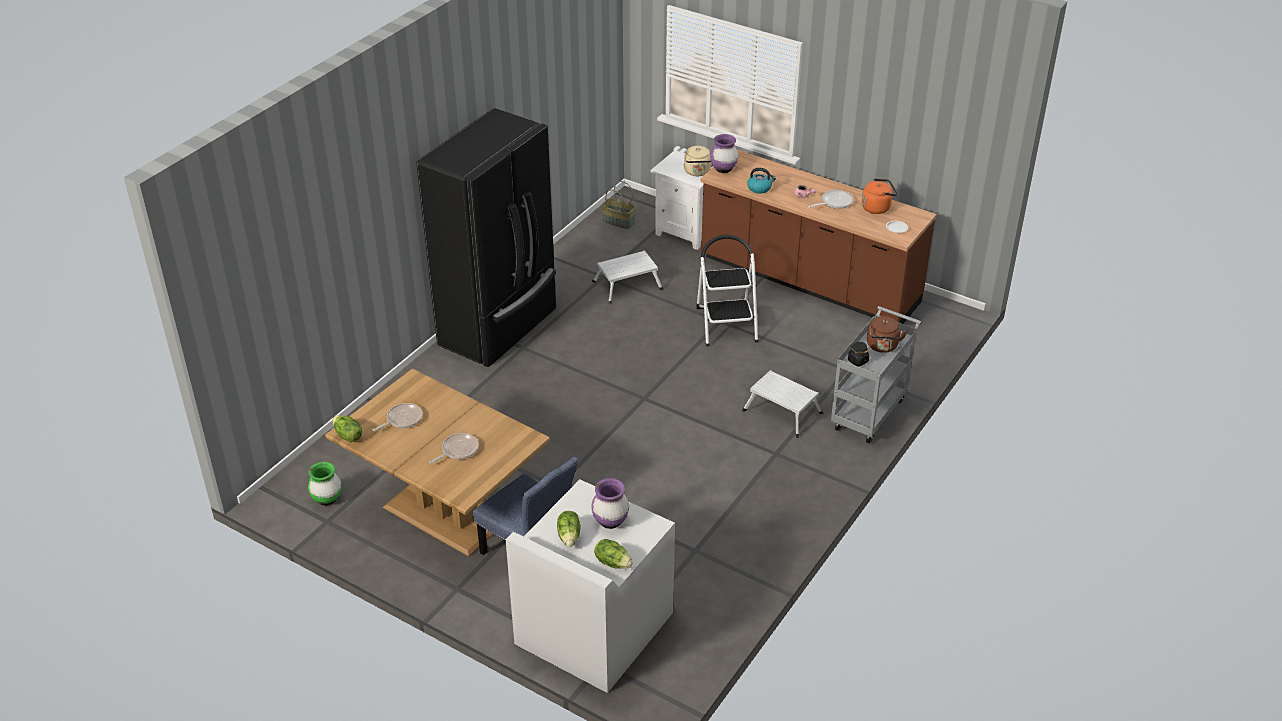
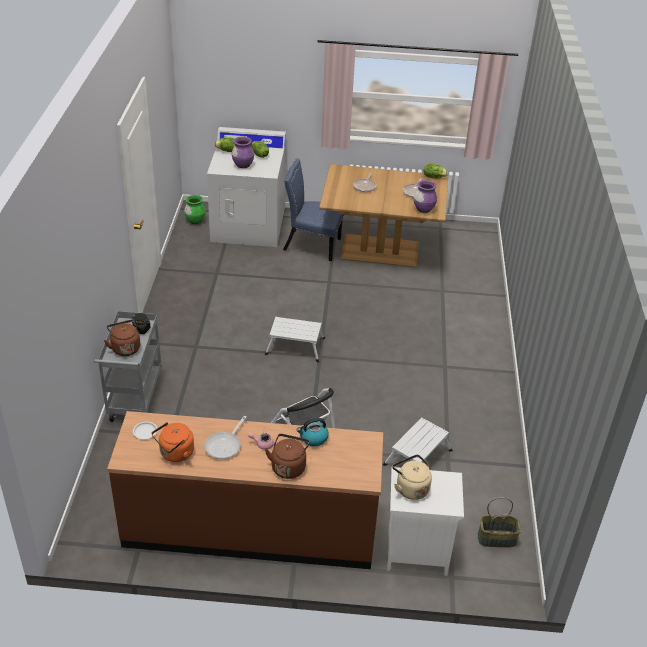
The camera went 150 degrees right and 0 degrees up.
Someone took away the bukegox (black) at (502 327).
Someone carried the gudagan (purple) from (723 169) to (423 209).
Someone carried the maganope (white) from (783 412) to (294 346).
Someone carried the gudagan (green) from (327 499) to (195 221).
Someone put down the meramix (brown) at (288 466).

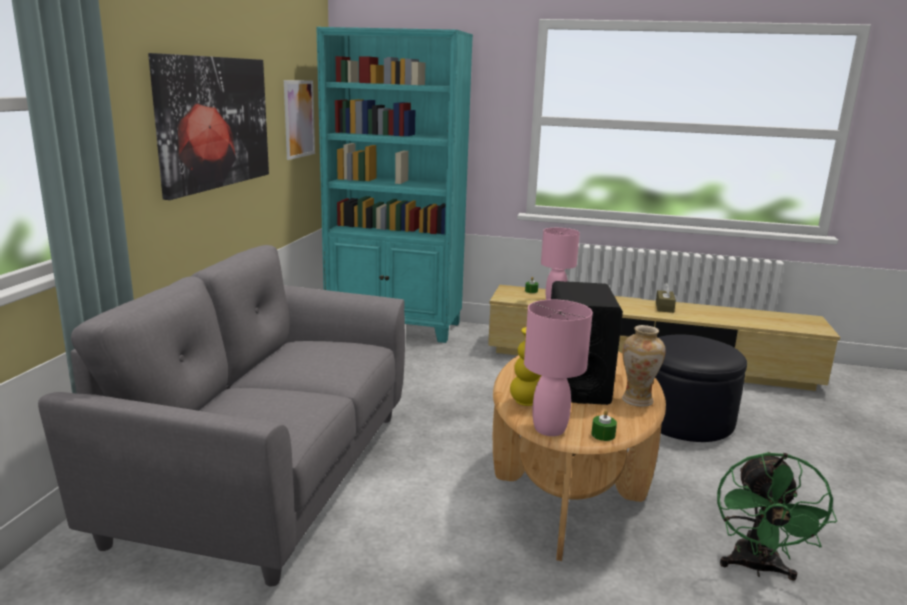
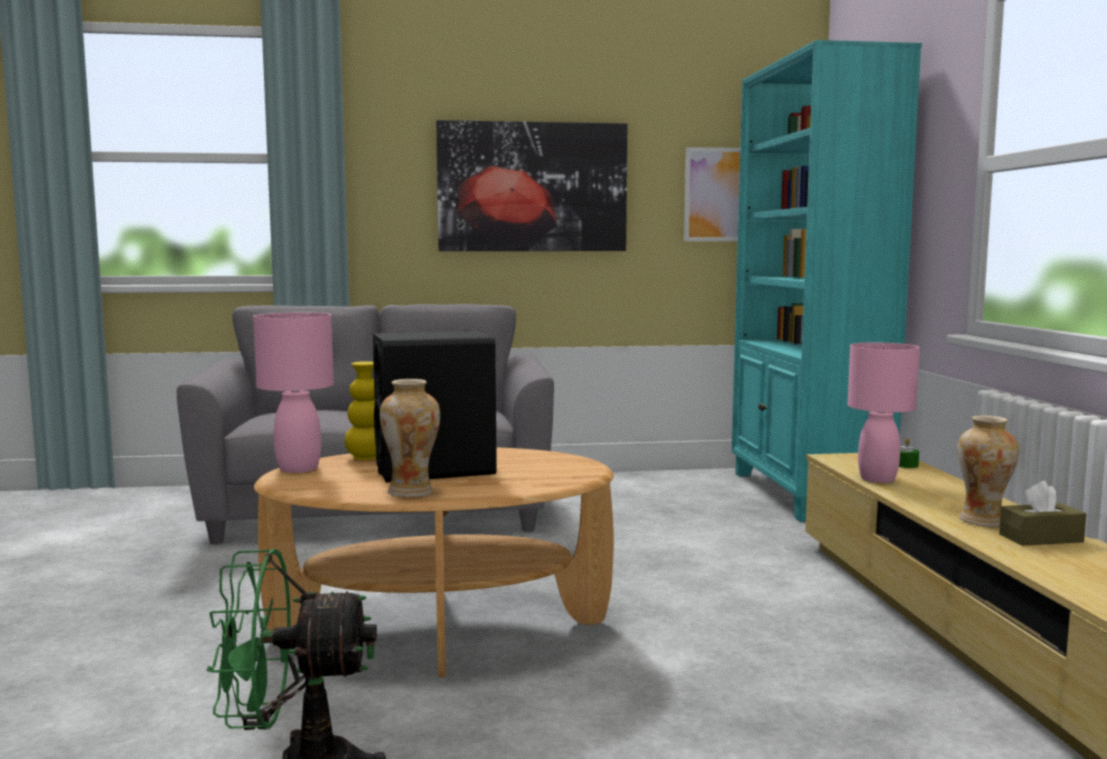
The camera went 70 degrees right and 10 degrees down.
Someone took away the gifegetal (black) at (684 419).
Someone took away the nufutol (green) at (603 435).
Someone put down the gudagan at (982 521).

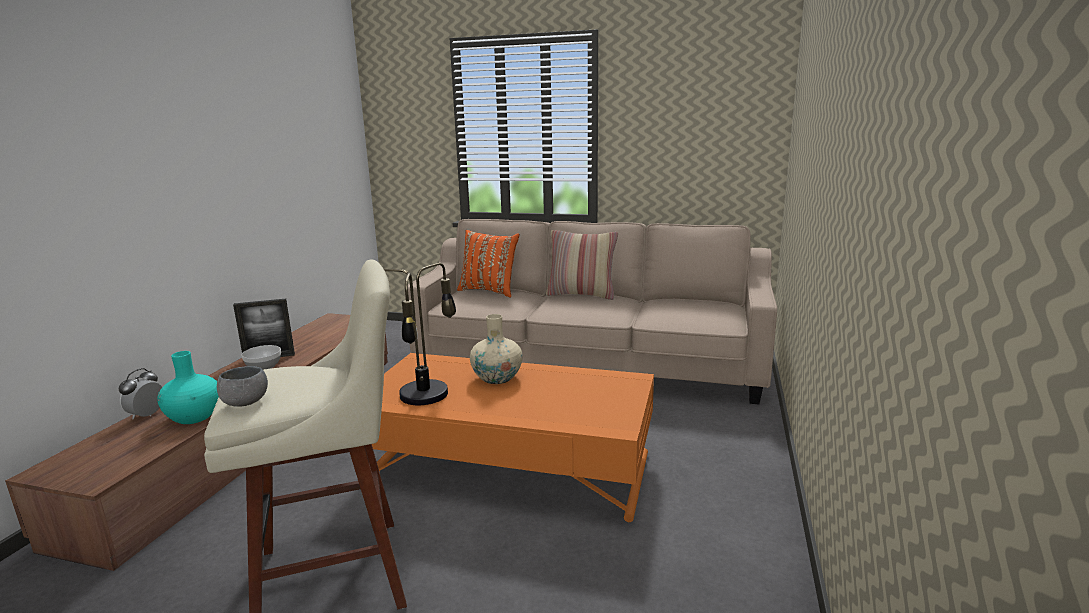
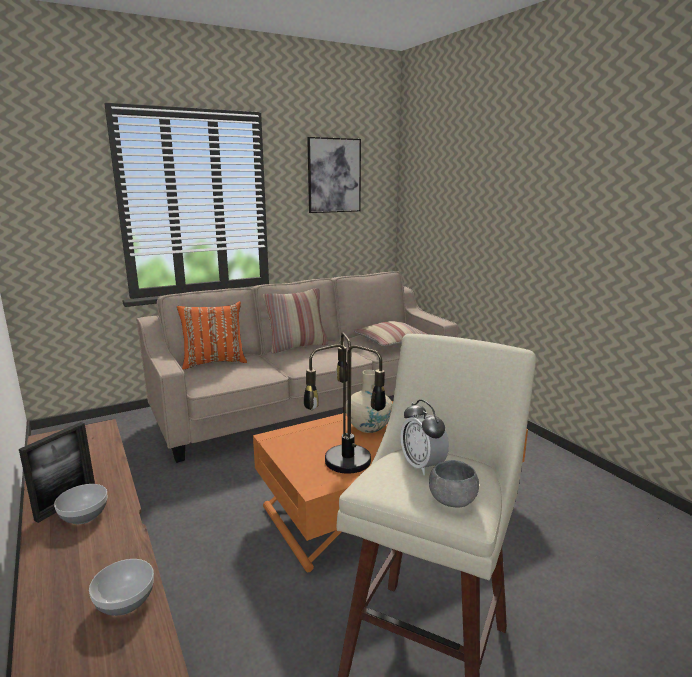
The camera went 45 degrees left and 0 degrees up.
Someone swapped the gudagan (turquoise) at (194 417) for the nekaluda at (125 602).
Someone carried the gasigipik from (146 415) to (422 466).
Someone put up the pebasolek at (334 175).
Someone put down the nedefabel at (391 342).

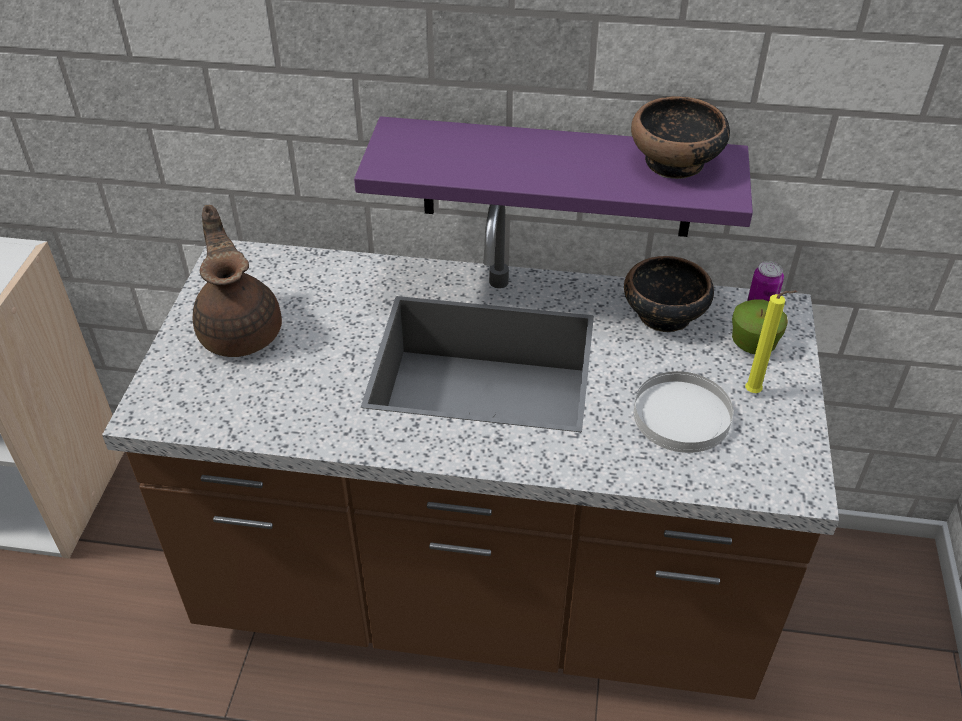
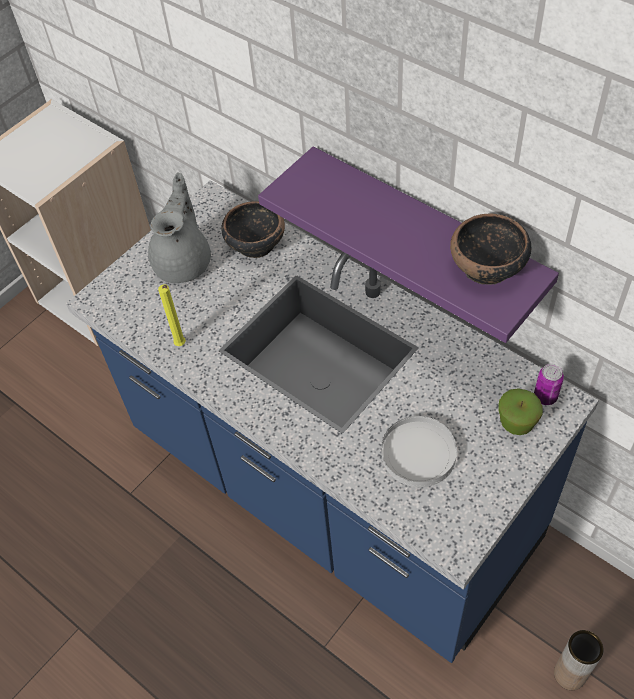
The camera went 35 degrees right and 10 degrees up.
Someone repainted the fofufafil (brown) at (481 589), which became the fofufafil (blue) at (330 489).
Someone repainted the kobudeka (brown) at (241 331), which became the kobudeka (grey) at (184 262).
Someone carried the nekaluda from (663 315) to (255 244).
Someone carried the nufutol (yellow) from (755 393) to (181 345).
Someone put down the gudagan (brown) at (569 674).

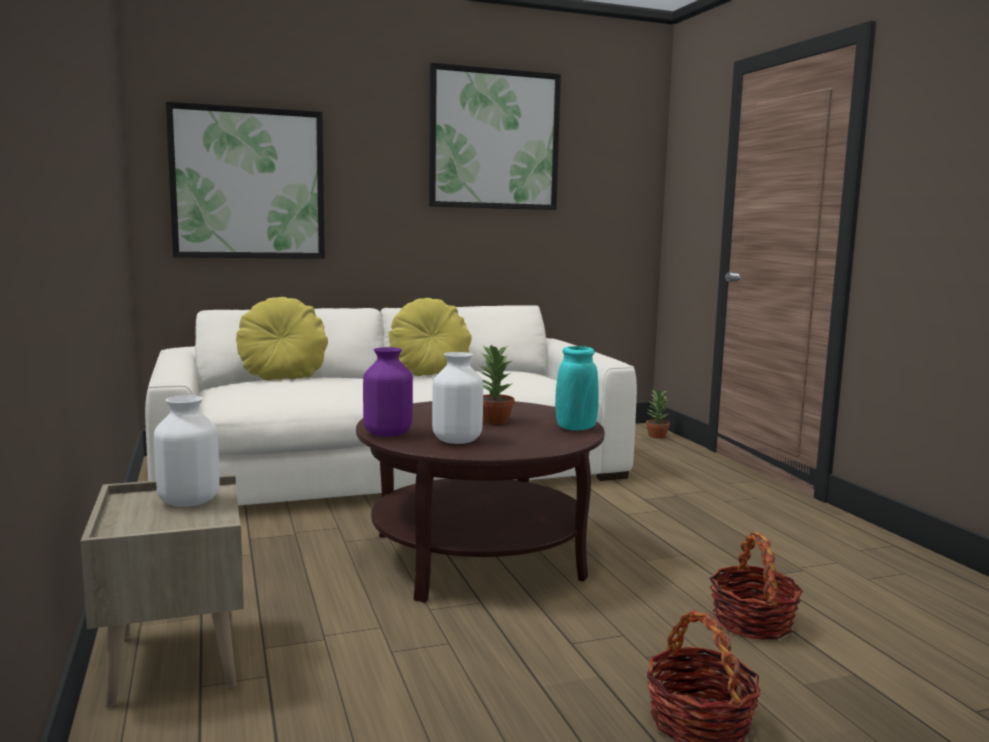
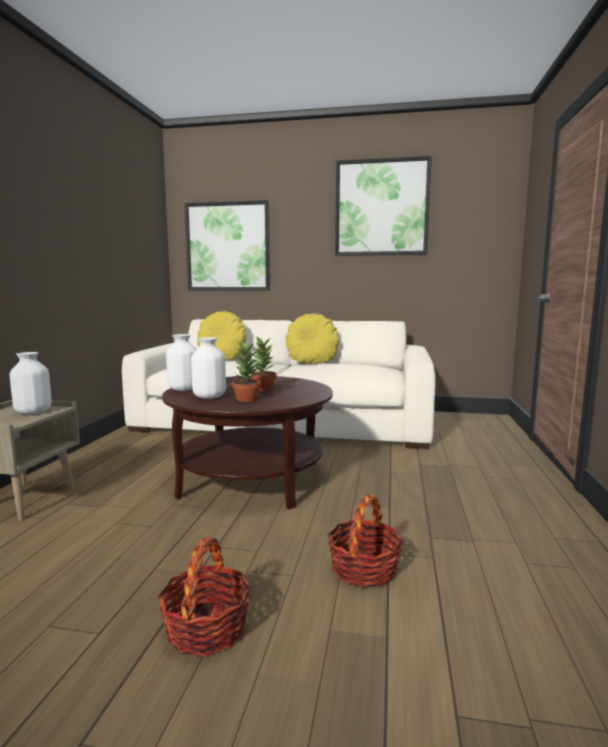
The camera went 30 degrees right and 0 degrees up.
Someone took away the gudagan (turquoise) at (575 428).
Someone repainted the gudagan (purple) at (388 434), which became the gudagan (white) at (183 389).
Someone carried the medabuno from (656 436) to (246 399).

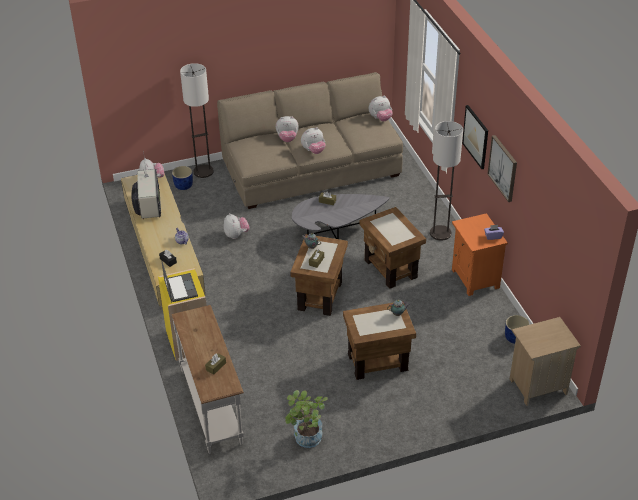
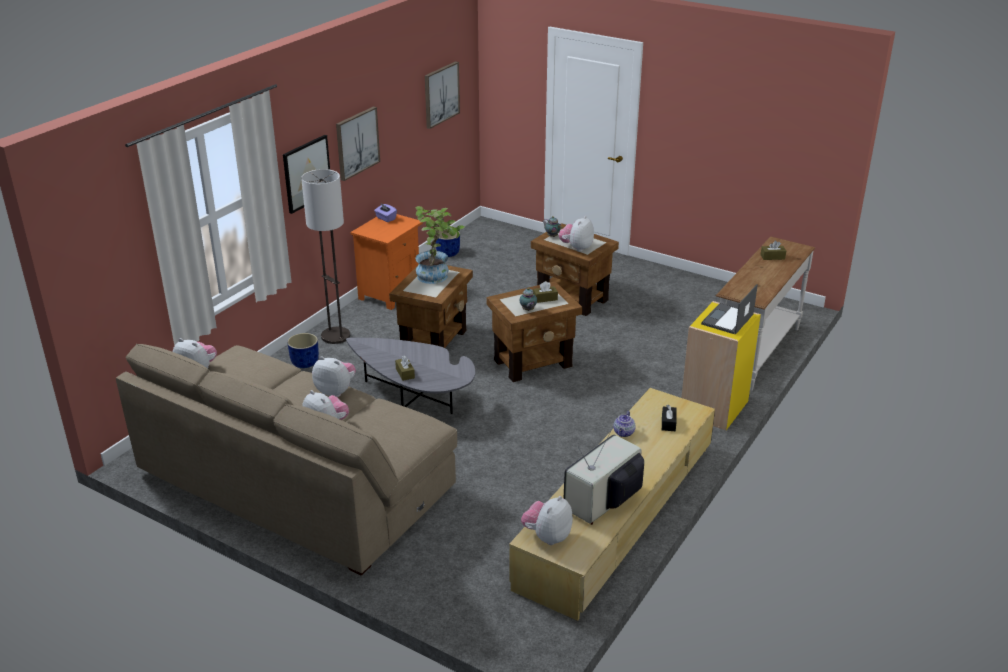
The camera went 130 degrees left and 10 degrees down.
Someone took away the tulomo at (203 171).
Someone carried the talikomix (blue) from (183 185) to (305 363).
Someone carried the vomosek from (236 235) to (576 248).
Someone took away the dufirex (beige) at (536 385).
Someone carried the medabuno from (306 440) to (437 276).
Someone put up the pebasolek at (441 94).

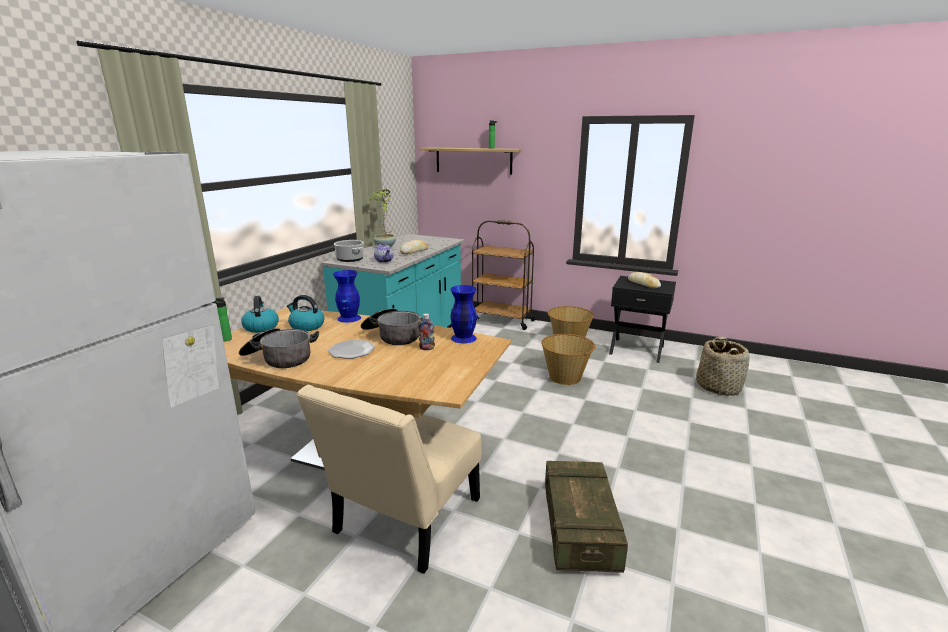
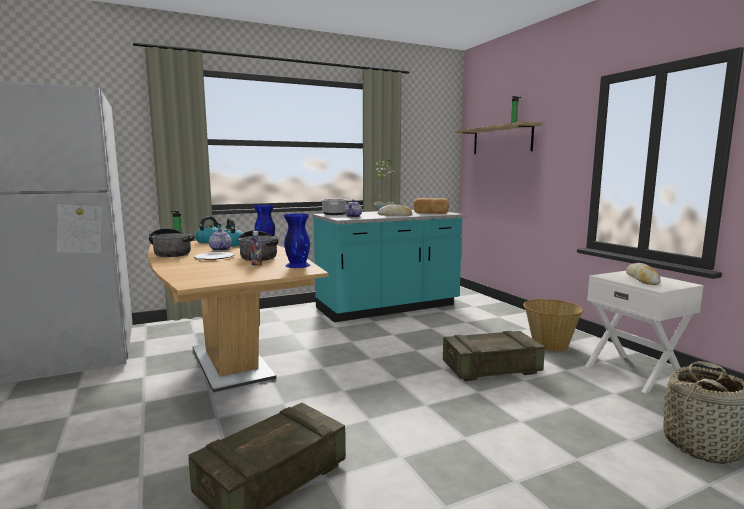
The camera went 40 degrees right and 10 degrees down.
Someone took away the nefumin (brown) at (502 320).
Someone repainted the dufirex (black) at (637 349), which became the dufirex (white) at (634 372).
Someone swapped the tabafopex at (565 377) for the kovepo at (491 369).
Someone took away the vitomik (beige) at (403 521).
Someone put down the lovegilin at (431 213).
Someone put down the kobudeka at (220 250).

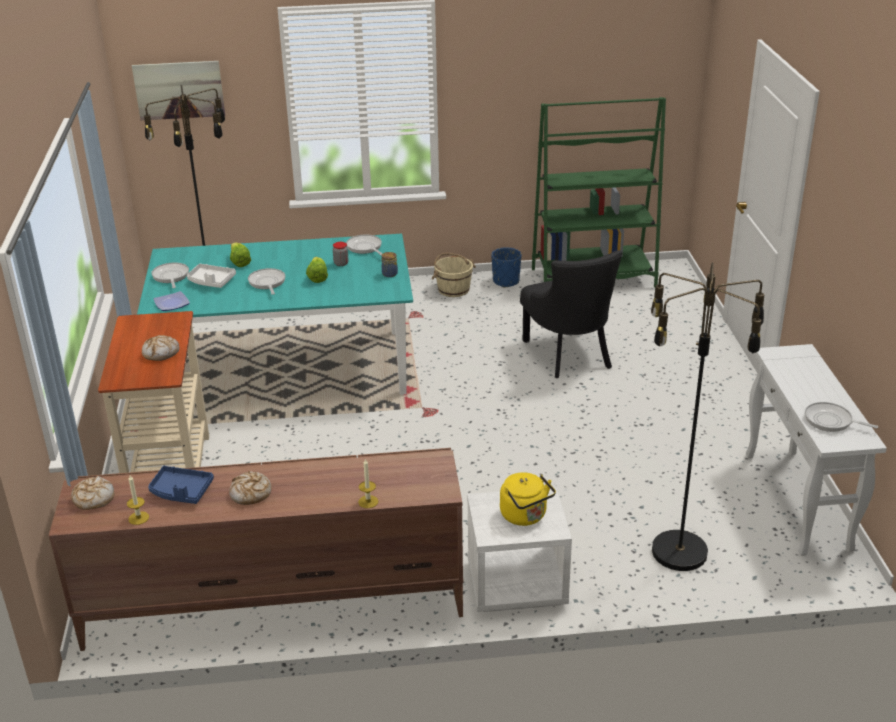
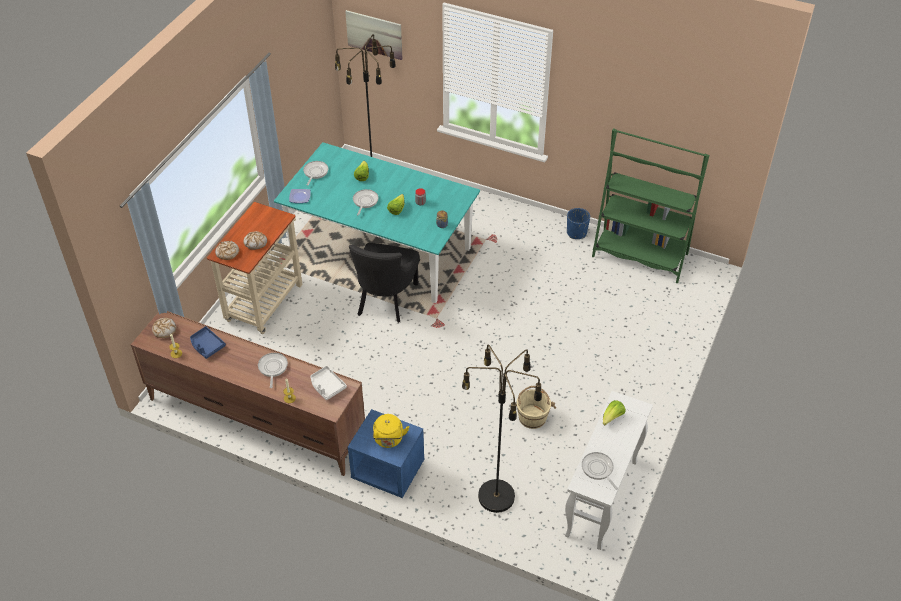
The camera went 30 degrees right and 15 degrees up.
Someone carried the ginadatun from (365 247) to (272 368).
Someone carried the vitomik (black) from (567 353) to (386 298).
Someone carried the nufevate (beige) from (453 289) to (532 417).
Someone carried the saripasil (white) from (211 281) to (327 386).
Someone carried the lovegilin from (251 493) to (227 253).
Someone repainted the dufirex (white) at (516 585), which became the dufirex (blue) at (387 471).
Someone put down the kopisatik at (612 418).

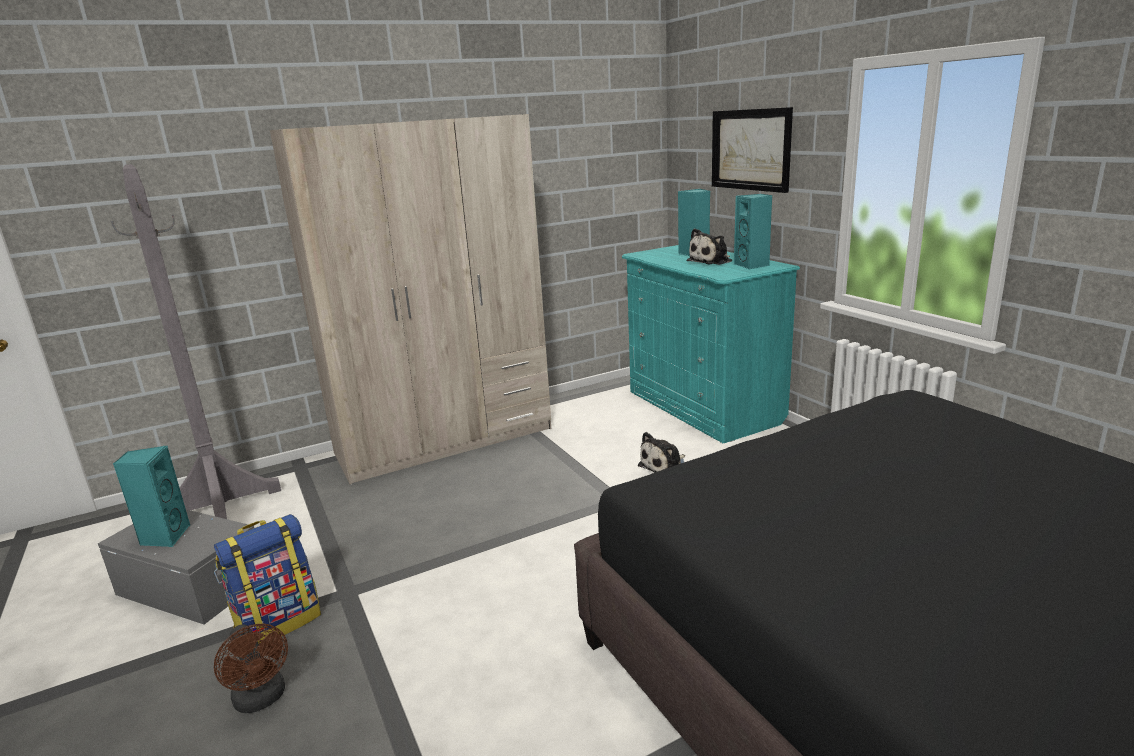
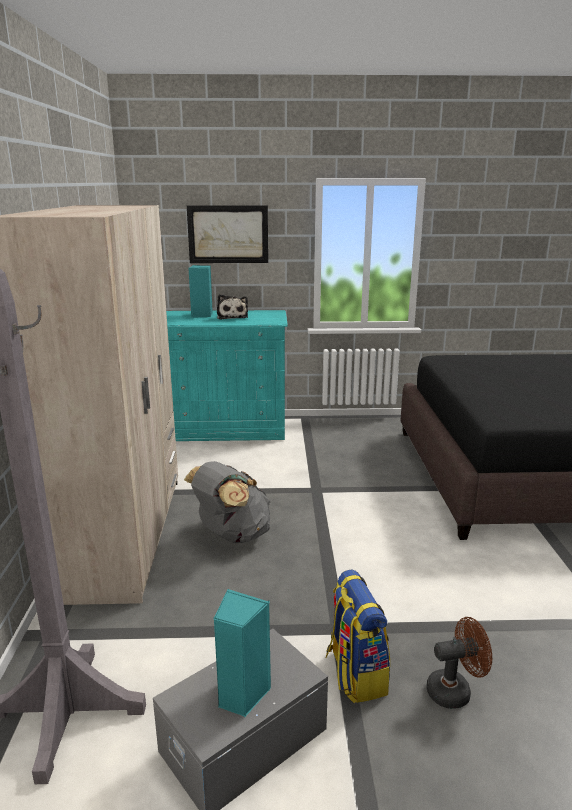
The camera went 65 degrees left and 0 degrees up.
Someone took away the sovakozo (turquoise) at (752 265).
Someone took away the vomosek at (664 466).
Someone put down the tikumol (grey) at (232 535).

